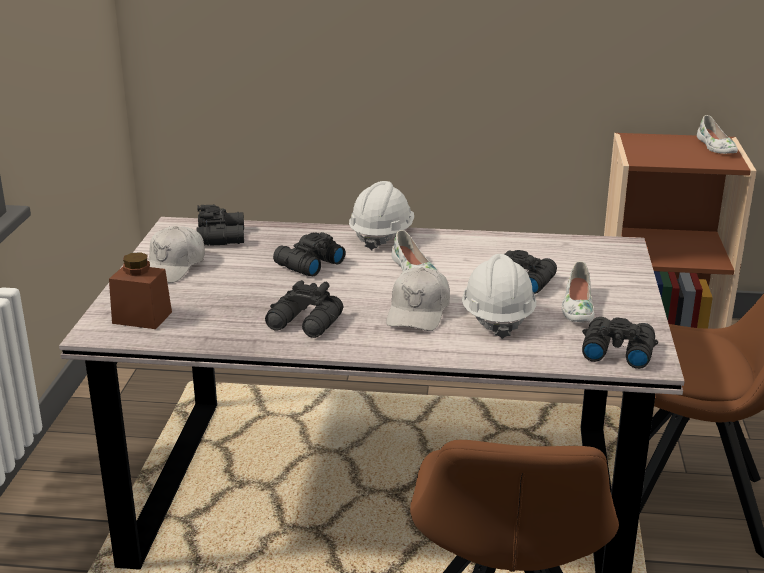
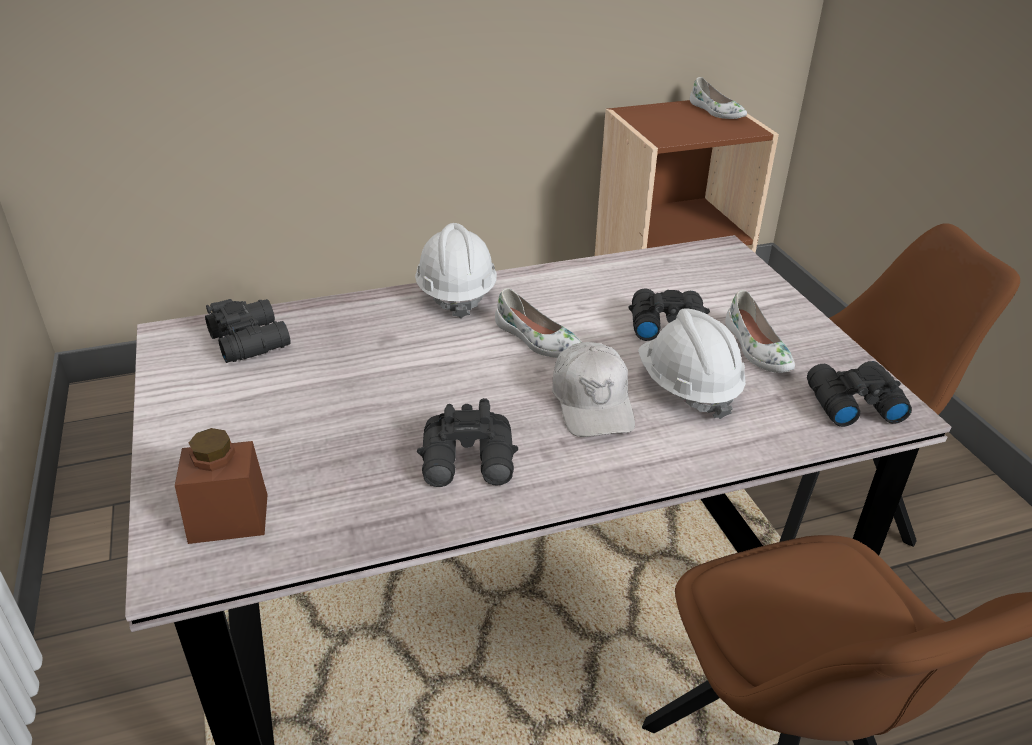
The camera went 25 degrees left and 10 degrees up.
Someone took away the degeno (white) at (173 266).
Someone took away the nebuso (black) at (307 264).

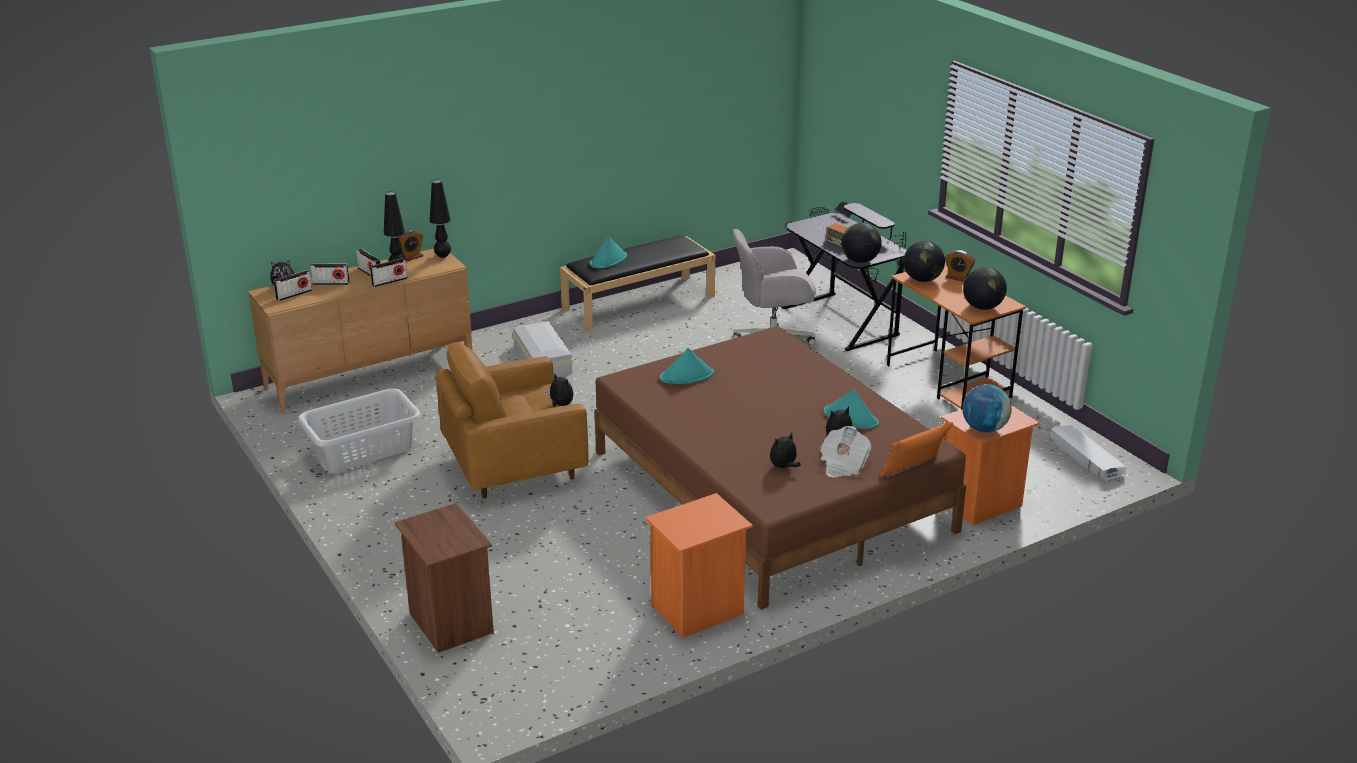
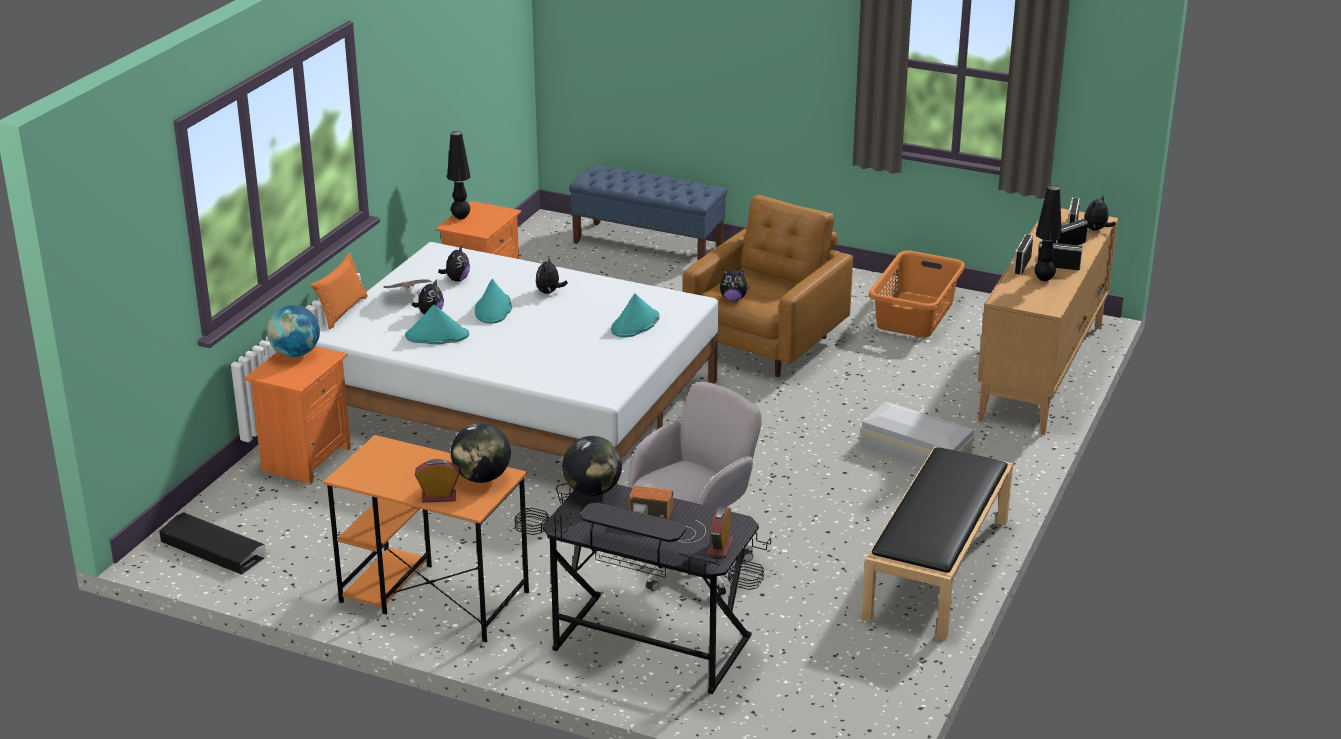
The camera went 145 degrees right and 0 degrees up.
Someone carried the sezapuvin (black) from (443 256) to (461 217).
Someone carried the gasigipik from (410 257) to (720 547).
Someone carried the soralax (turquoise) from (608 260) to (493 309).
Someone took away the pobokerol at (982 307).
Someone repainted the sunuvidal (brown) at (770 491), which became the sunuvidal (white) at (517 403).
Someone repainted the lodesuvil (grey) at (362 449), which became the lodesuvil (orange) at (915 315).
Someone repainted the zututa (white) at (1086 458), which became the zututa (black) at (213 549).
Someone swapped the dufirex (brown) at (449 623) for the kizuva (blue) at (648 245).
Someone put down the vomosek at (549 292).

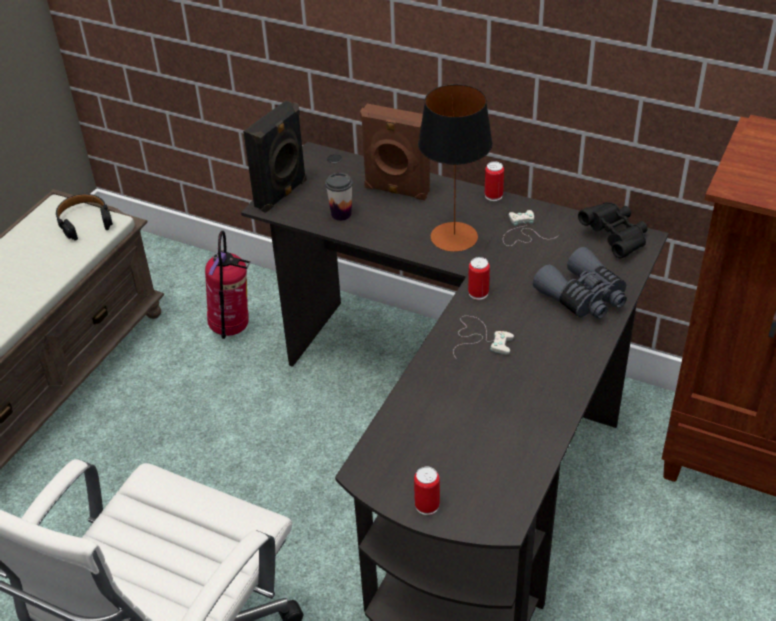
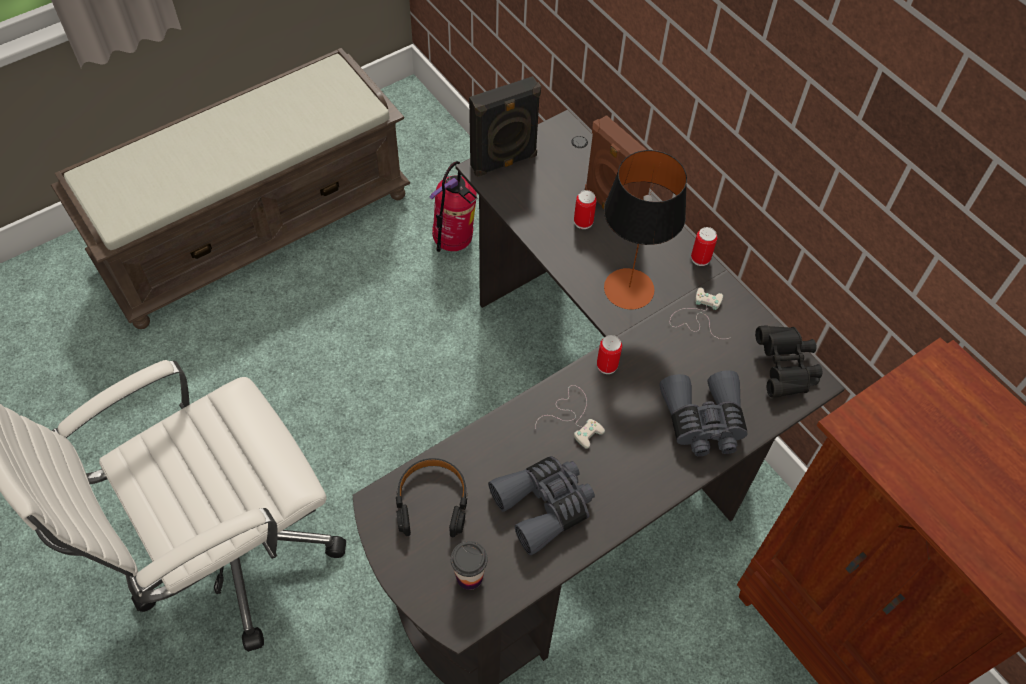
The camera went 25 degrees right and 15 degrees up.
Someone carried the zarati from (341 214) to (469 576).
Someone carried the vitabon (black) from (84 221) to (432 501).
Someone carried the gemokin from (427 505) to (583 222).
Someone put down the nebuso (grey) at (544 505).

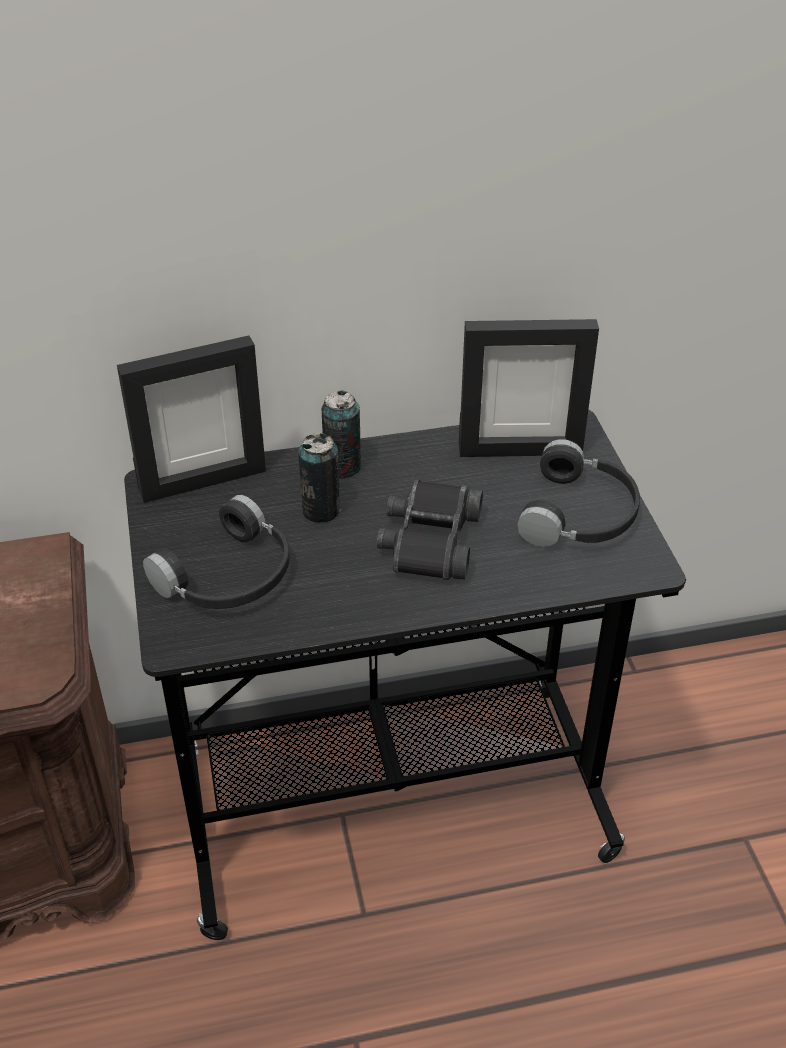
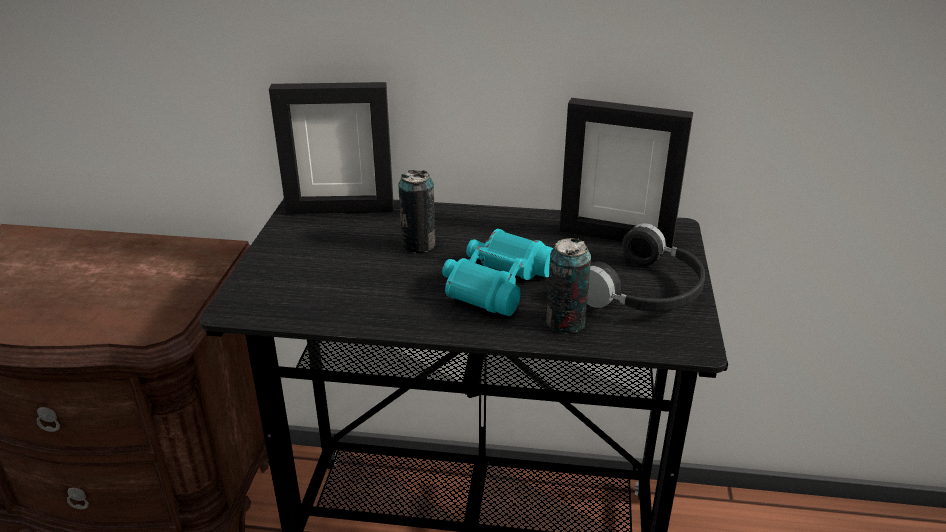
The camera went 20 degrees right and 10 degrees down.
Someone carried the gemokin from (342 467) to (565 322).
Someone repainted the nebuso (black) at (429 541), which became the nebuso (turquoise) at (495 283).
Someone took away the vitabon (black) at (230 577).

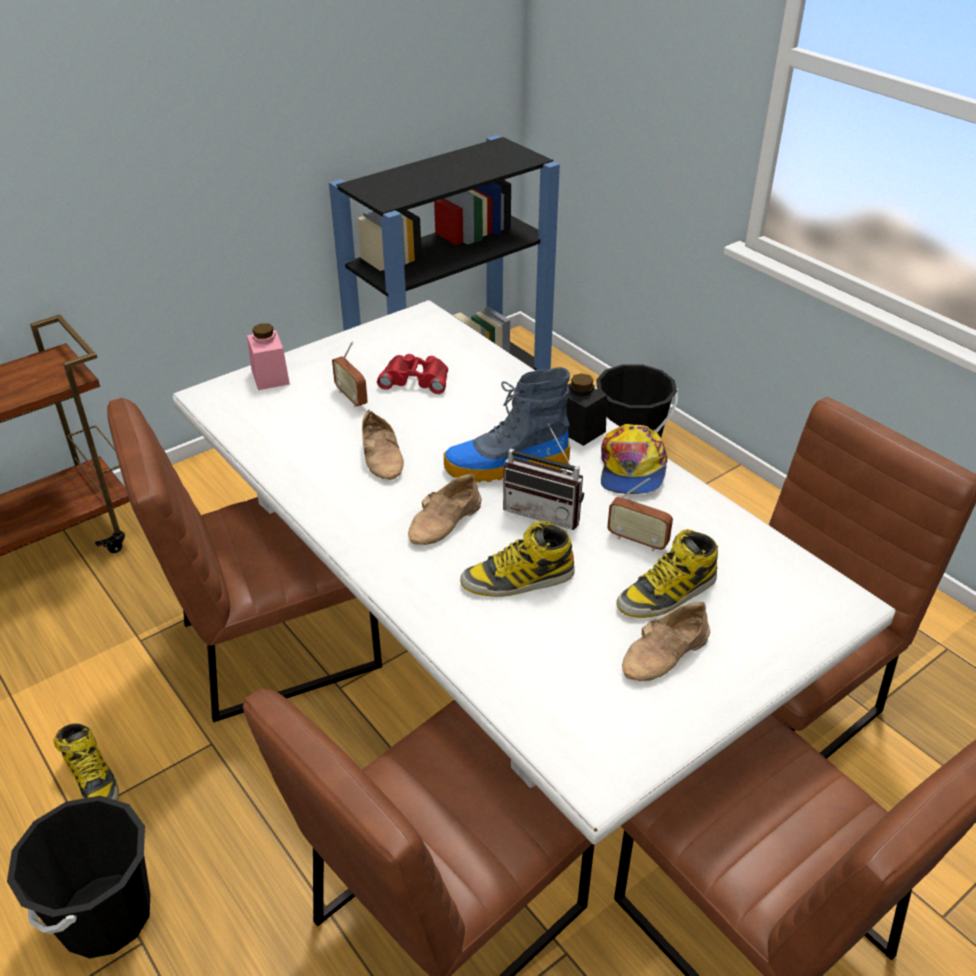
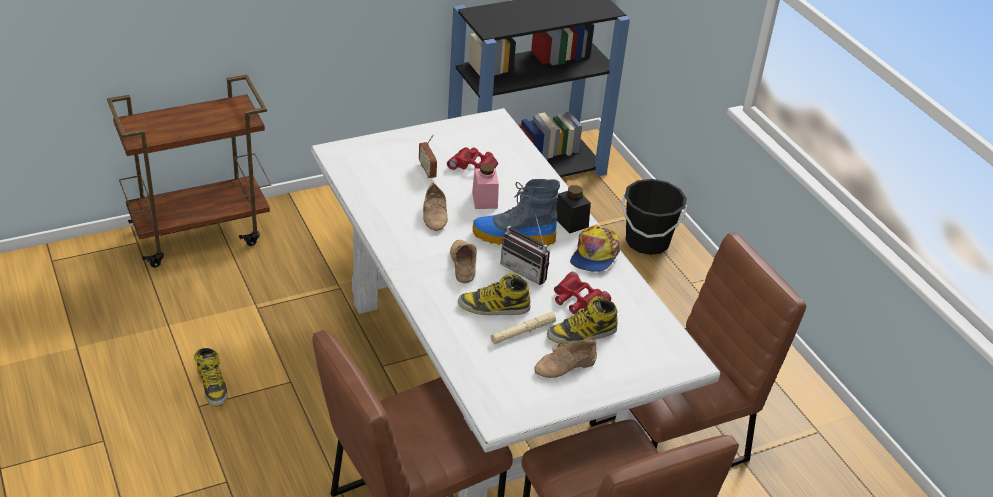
The camera went 10 degrees right and 0 degrees up.
Someone carried the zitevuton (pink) from (270 377) to (484 200).
Someone took away the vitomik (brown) at (274 645).
Someone rotated the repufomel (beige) at (446 522) by 120 degrees clockwise.
Someone swapped the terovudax at (637 540) for the nebuso (red) at (578 299).
Someone took away the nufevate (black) at (105 916).
Someone put down the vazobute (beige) at (523 332).

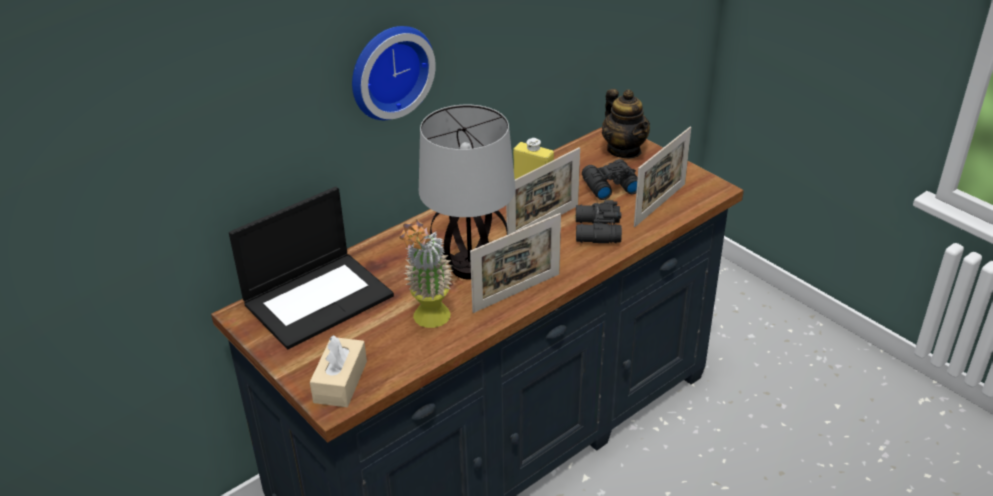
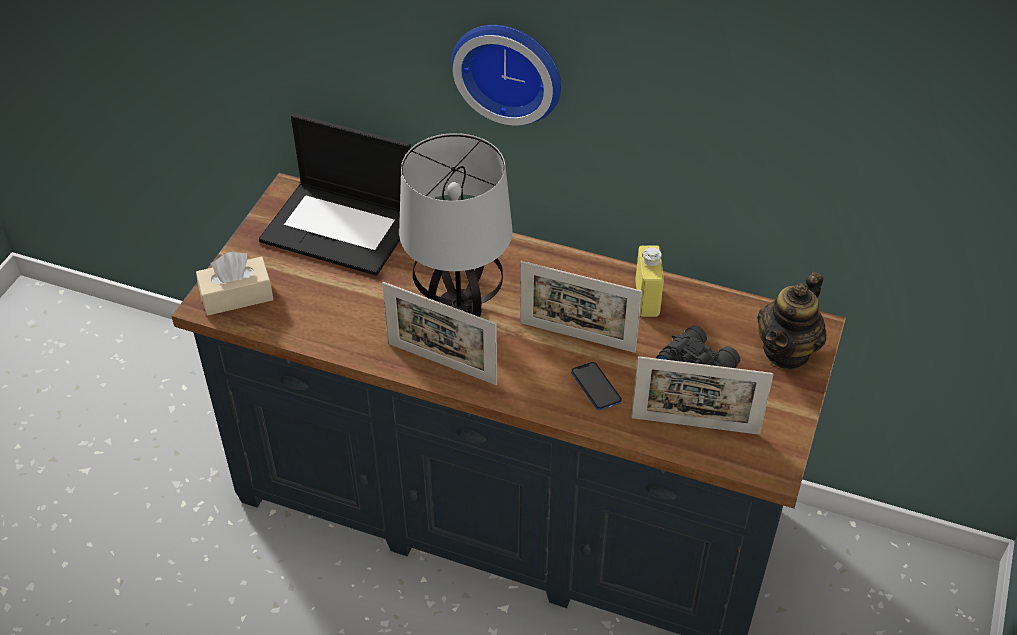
The camera went 60 degrees right and 10 degrees up.
Someone swapped the nebuso (black) at (596 232) for the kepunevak at (596 387).
Someone took away the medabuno at (429 322).

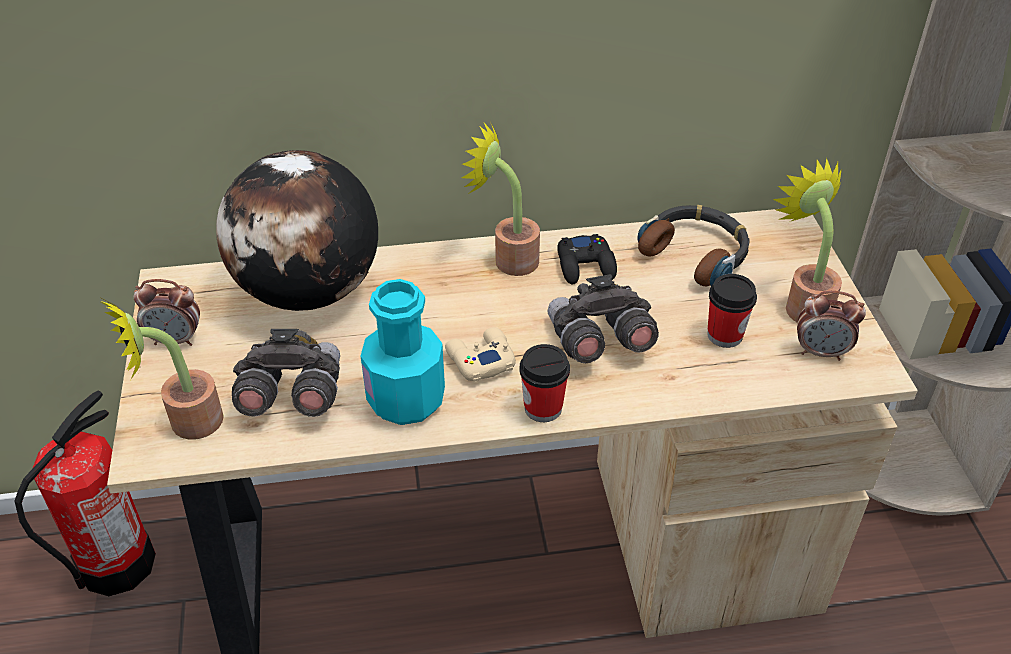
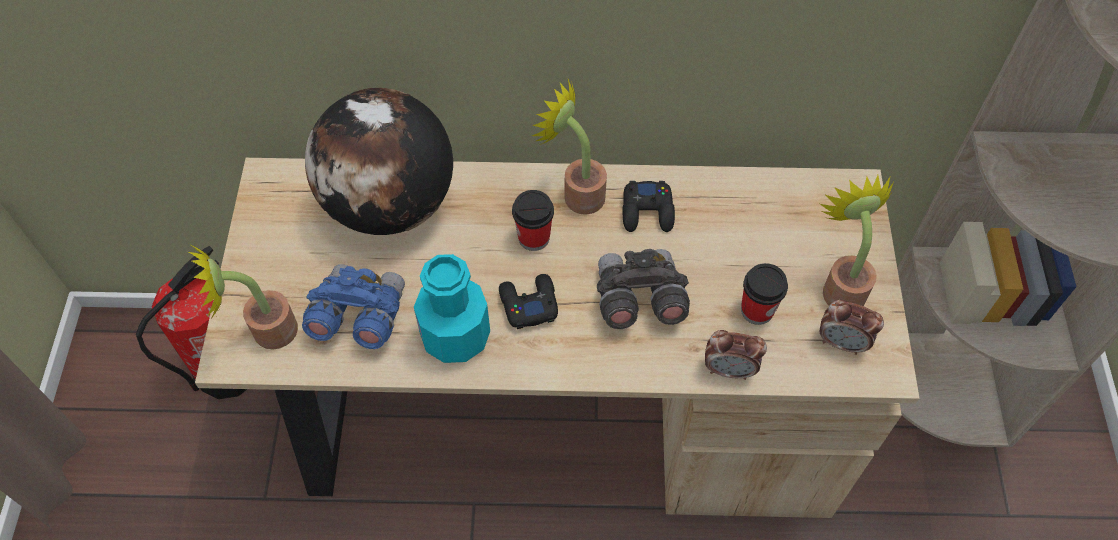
The camera went 10 degrees right and 15 degrees up.
Someone took away the vitabon at (696 253).
Someone carried the gasigipik from (176 340) to (729 369).
Someone repainted the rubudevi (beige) at (480 360), which became the rubudevi (black) at (528 303).
Someone repainted the nebuso (grey) at (292 396), which became the nebuso (blue) at (358 317).
Someone carried the zarati from (543 408) to (534 237).

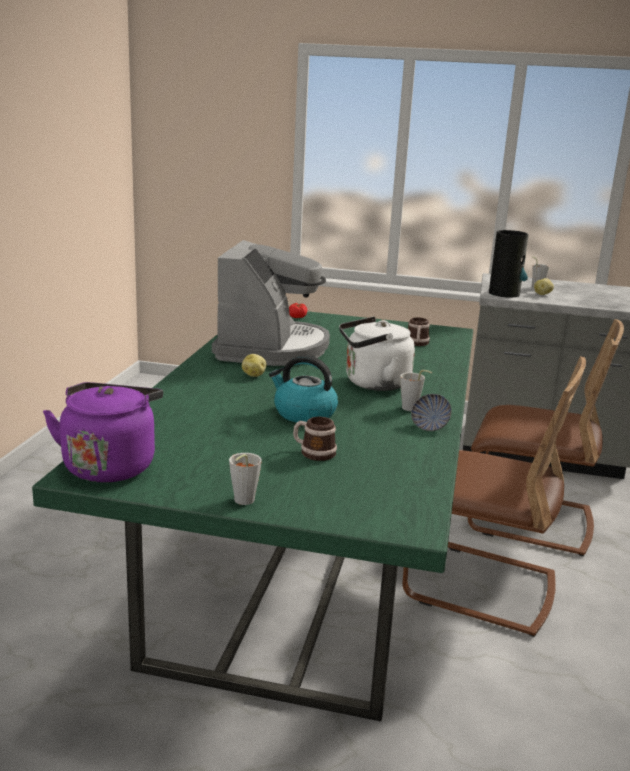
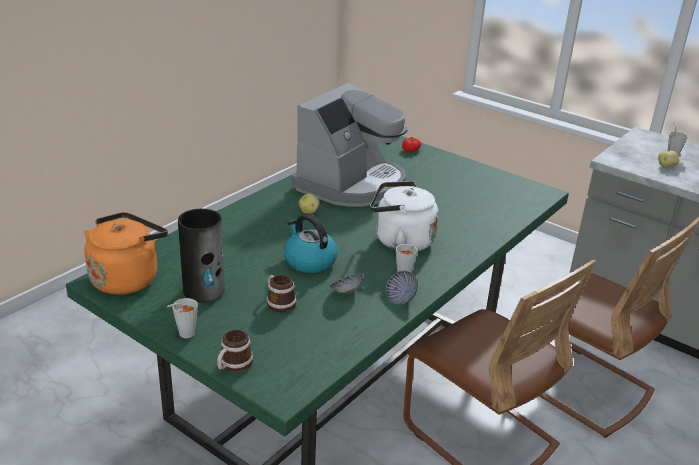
The camera went 25 degrees right and 10 degrees up.
Someone carried the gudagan from (504 293) to (204 290).
Someone carried the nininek from (417 344) to (233 365).
Someone repainted the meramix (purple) at (110 465), which became the meramix (orange) at (127 278).
Someone put down the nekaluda at (346 292).

